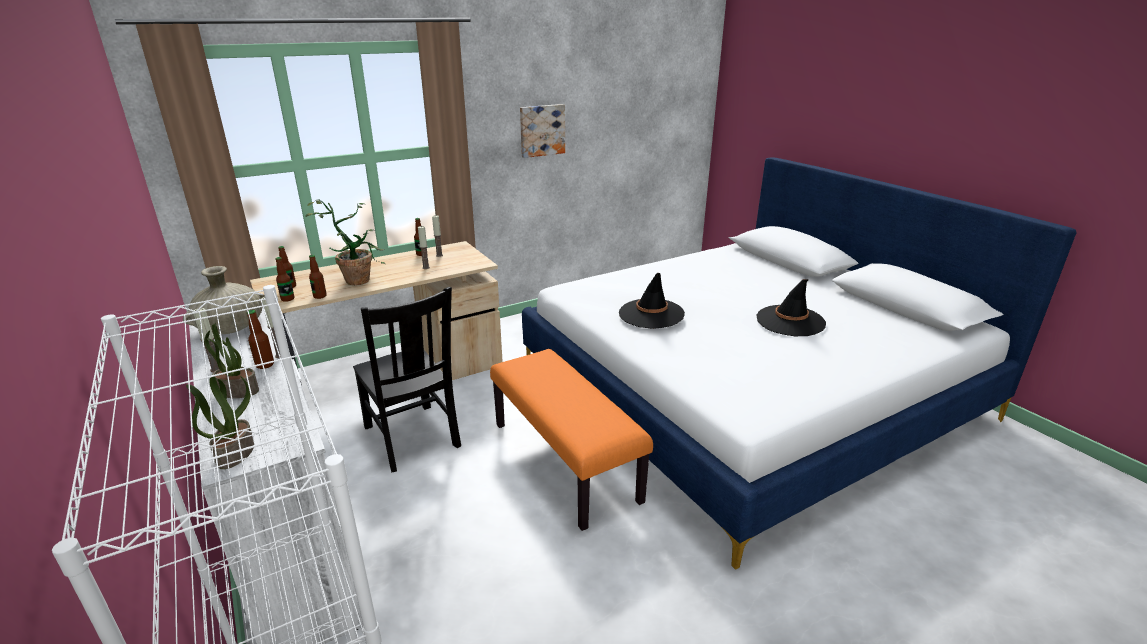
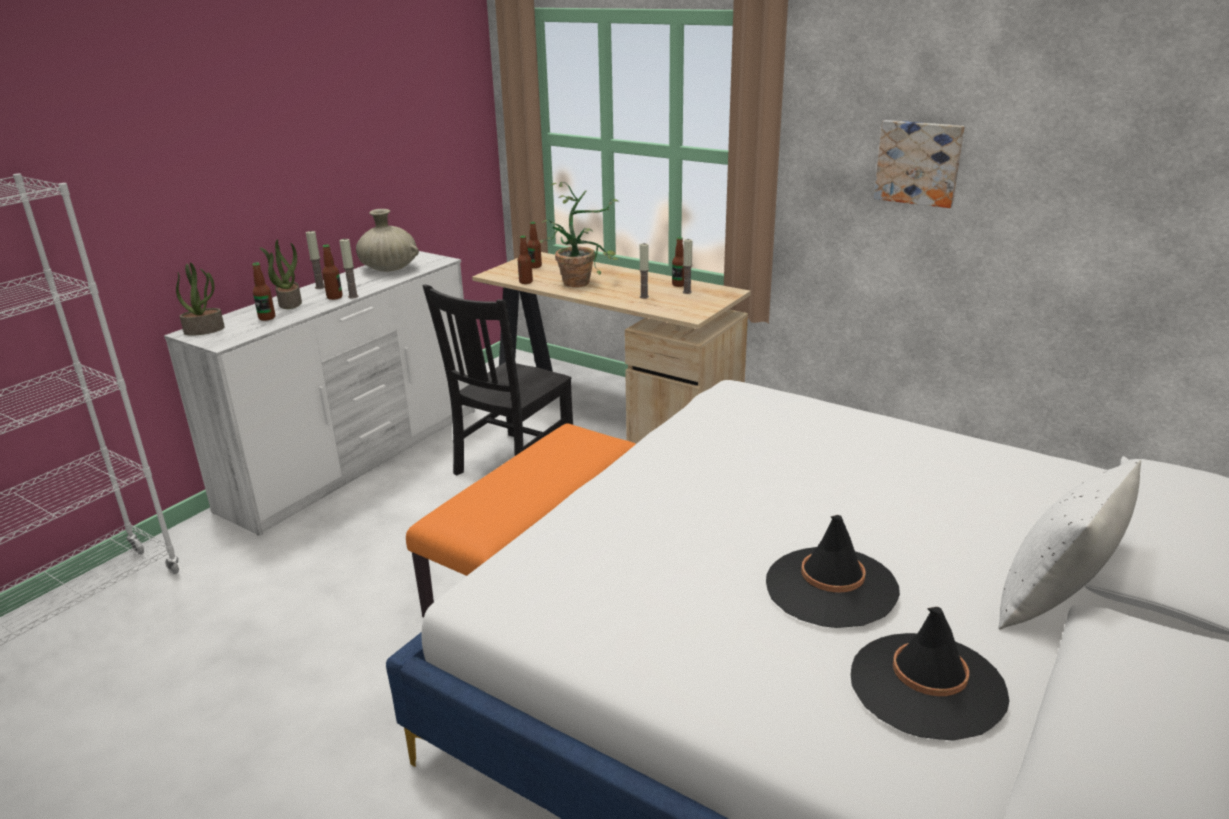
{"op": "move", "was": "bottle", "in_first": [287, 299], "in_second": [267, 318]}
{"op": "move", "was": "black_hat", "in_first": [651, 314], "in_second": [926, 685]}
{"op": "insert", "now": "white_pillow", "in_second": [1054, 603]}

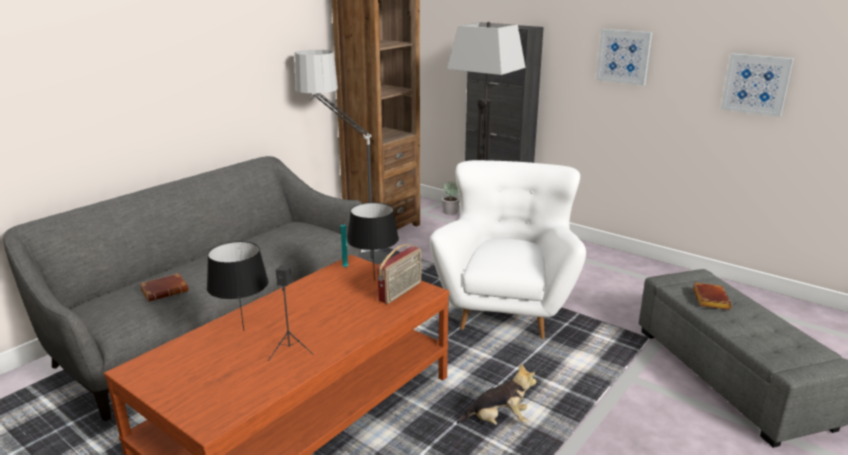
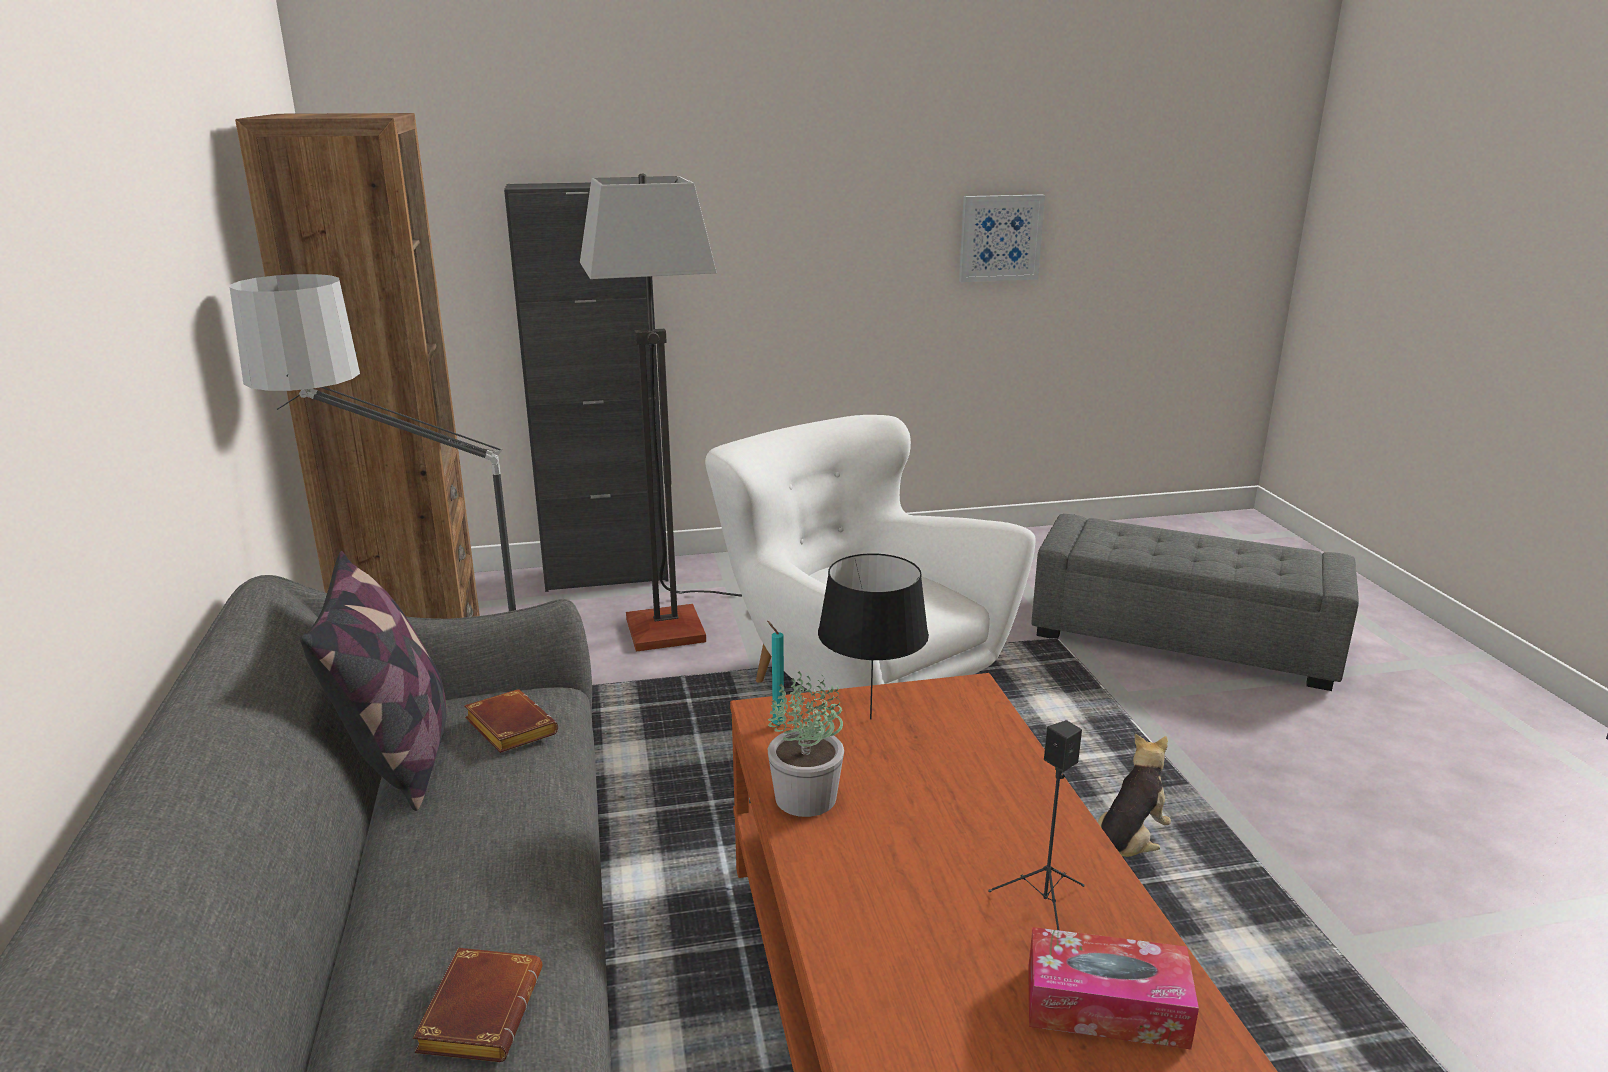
{"op": "delete", "was": "black_table_lamp", "in_first": [243, 331]}
{"op": "delete", "was": "radio", "in_first": [401, 292]}
{"op": "move", "was": "potted_plant", "in_first": [450, 212], "in_second": [807, 797]}
{"op": "delete", "was": "picture", "in_first": [624, 56]}
{"op": "move", "was": "brown_book", "in_first": [709, 299], "in_second": [507, 728]}
{"op": "insert", "now": "pillow", "in_second": [399, 754]}
{"op": "insert", "now": "tissue_box", "in_second": [1106, 1006]}

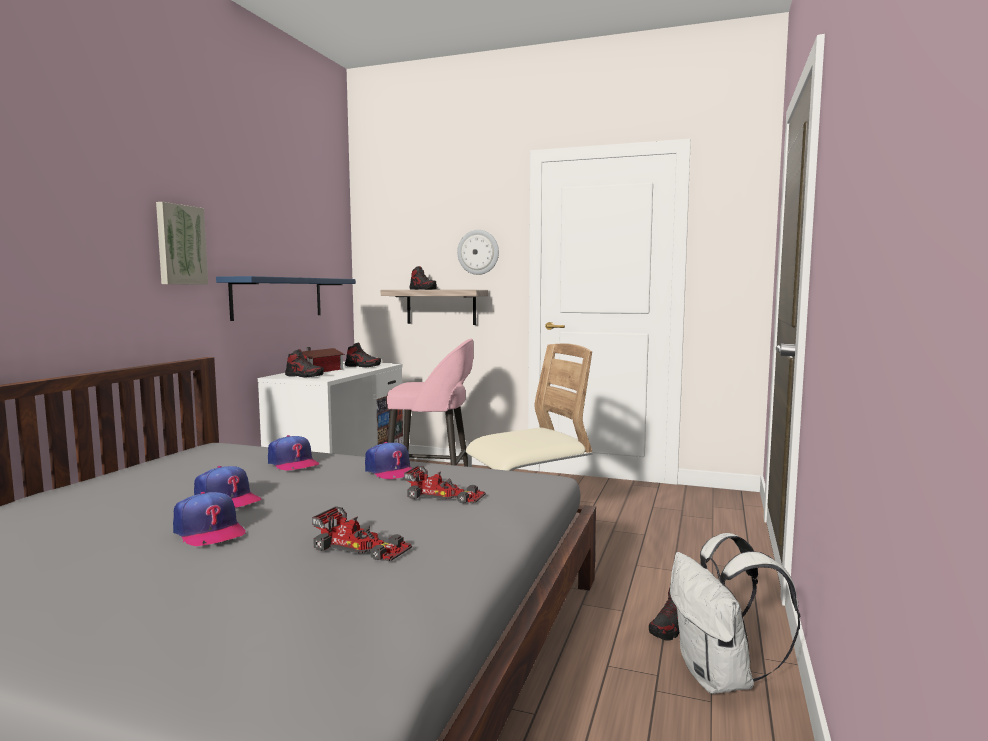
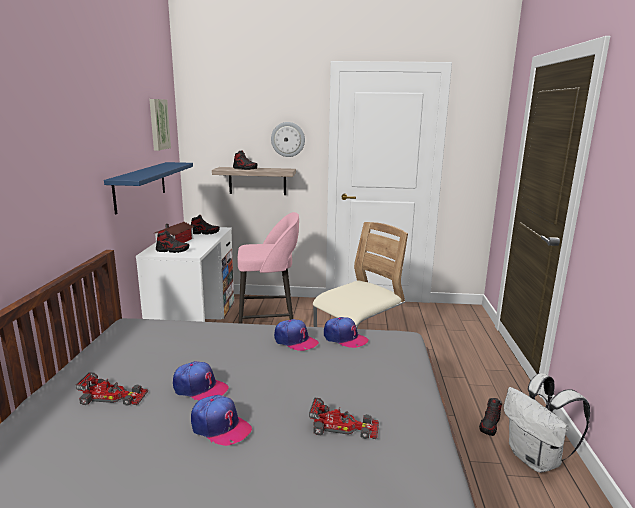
{"op": "move", "was": "picture", "in_first": [180, 245], "in_second": [158, 124]}
{"op": "move", "was": "cap", "in_first": [293, 463], "in_second": [344, 338]}
{"op": "move", "was": "toy_car", "in_first": [444, 495], "in_second": [113, 396]}

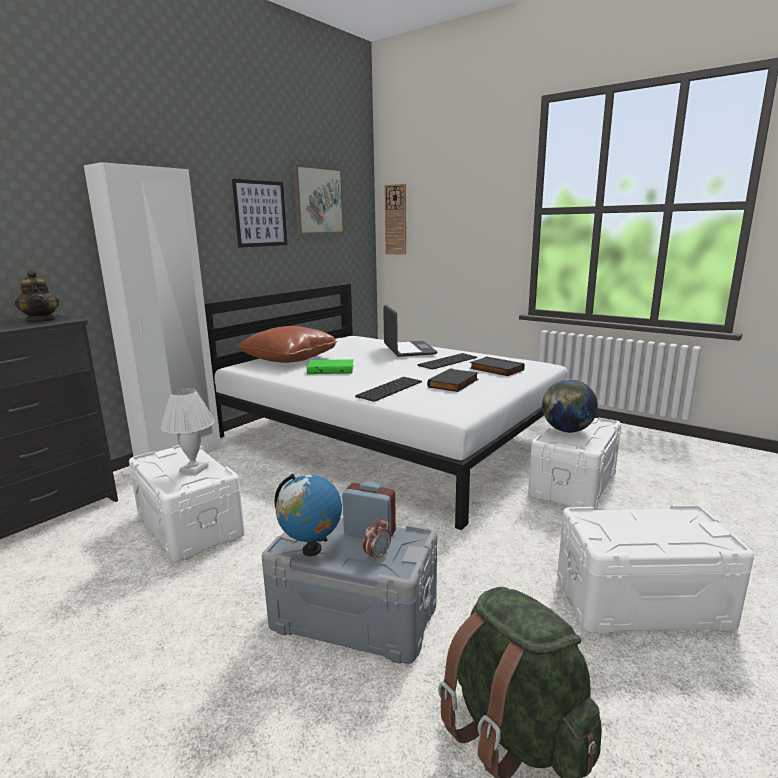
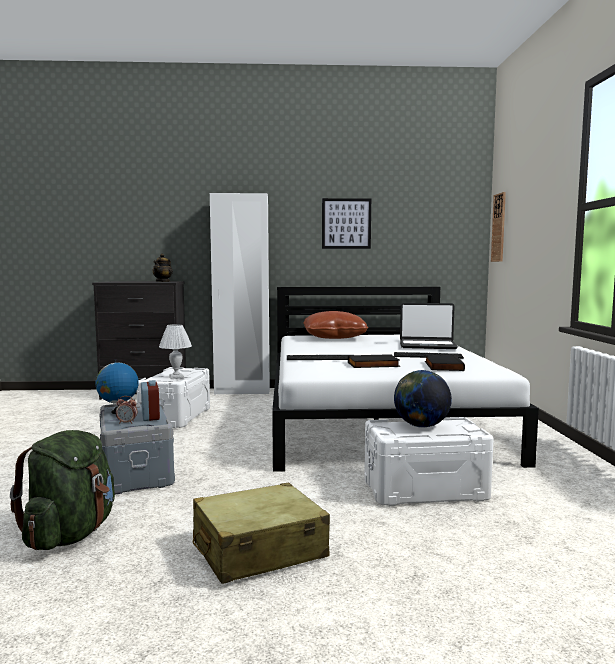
{"op": "delete", "was": "picture", "in_first": [318, 201]}
{"op": "delete", "was": "green_book", "in_first": [331, 369]}
{"op": "rotate", "was": "laptop", "in_first": [408, 350], "in_second": [427, 345], "clockwise": 60}
{"op": "replace", "was": "white_storage_box", "now": "beige_suitcase", "in_first": [642, 603], "in_second": [258, 550]}

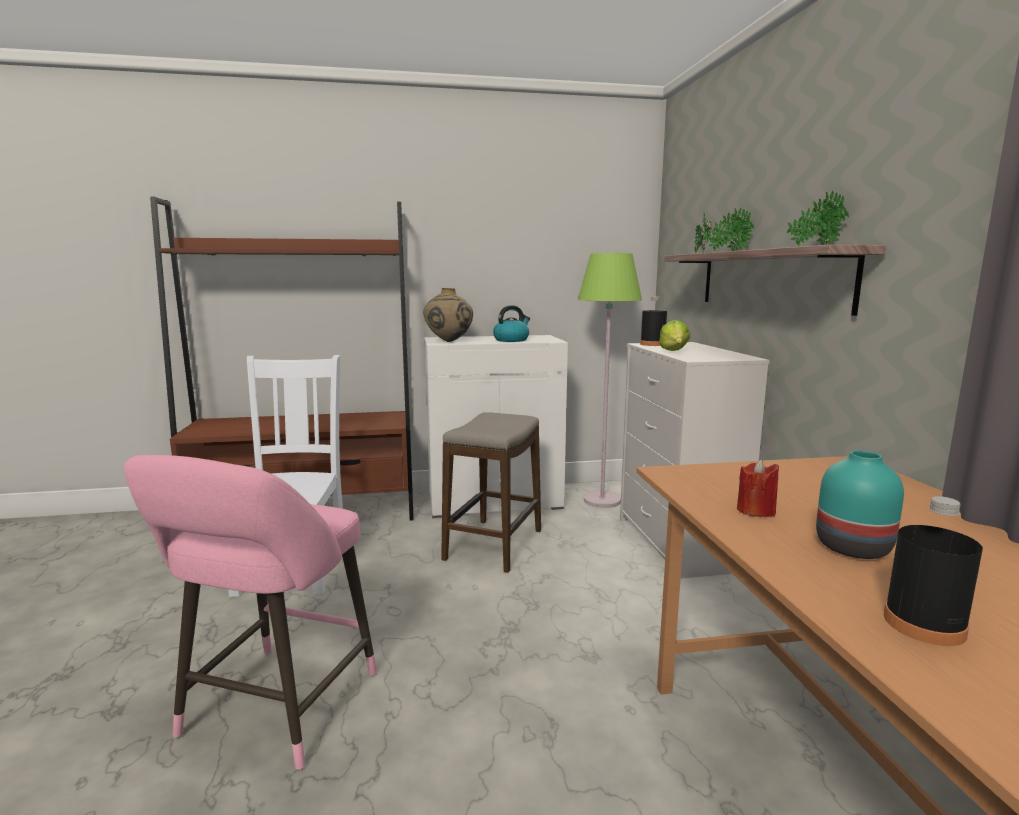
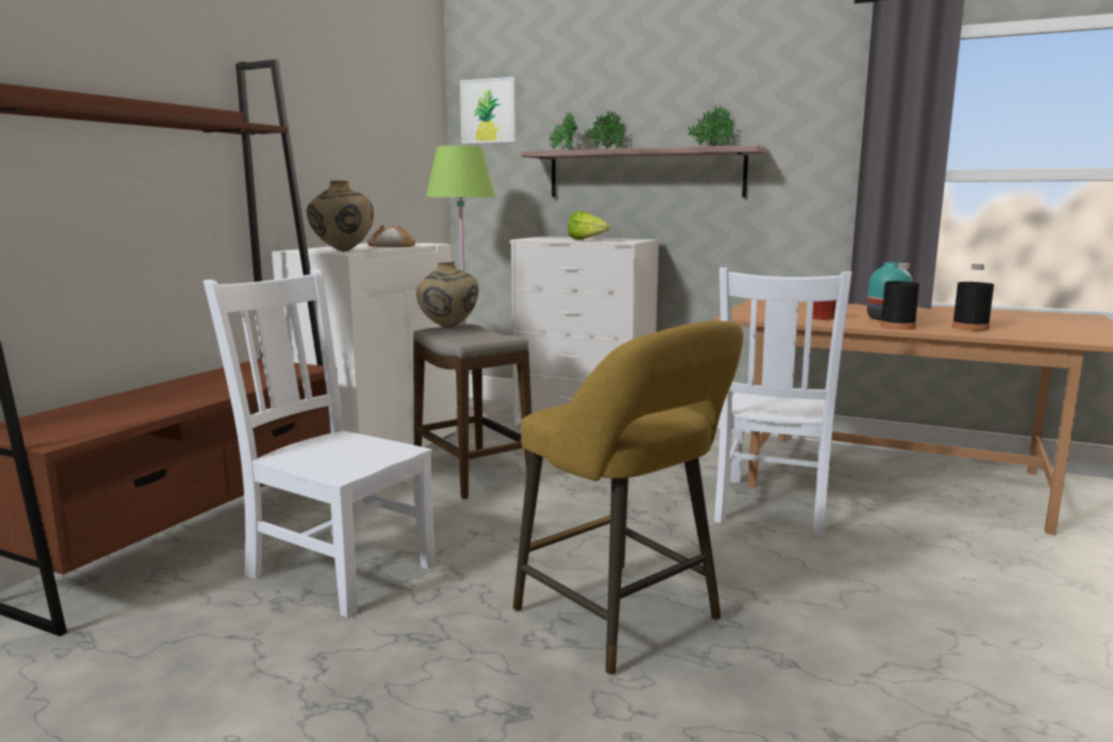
{"op": "recolor", "was": "pink_stool", "now": "yellow_stool", "in_first": [274, 711], "in_second": [624, 620]}
{"op": "replace", "was": "kettle", "now": "bread", "in_first": [511, 340], "in_second": [391, 246]}
{"op": "move", "was": "black_bottle", "in_first": [652, 344], "in_second": [897, 327]}
{"op": "insert", "now": "beige_vase", "in_second": [448, 328]}
{"op": "insert", "now": "picture", "in_second": [489, 111]}
{"op": "insert", "now": "white_chair", "in_second": [772, 507]}

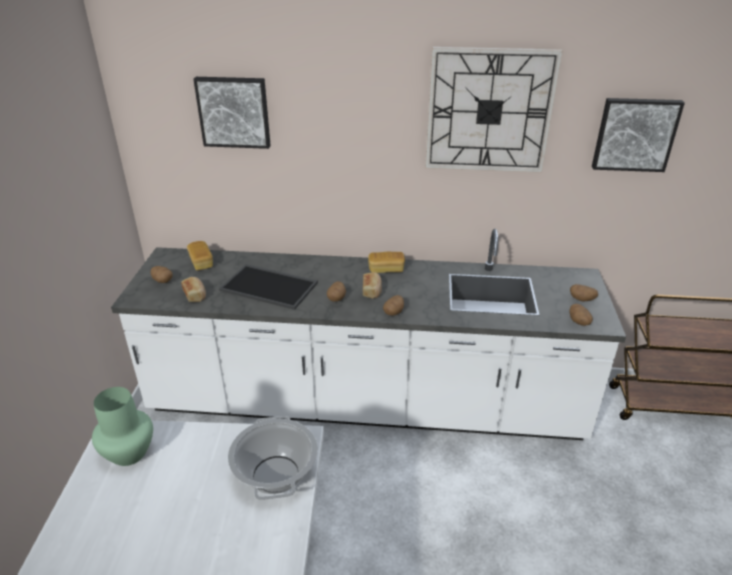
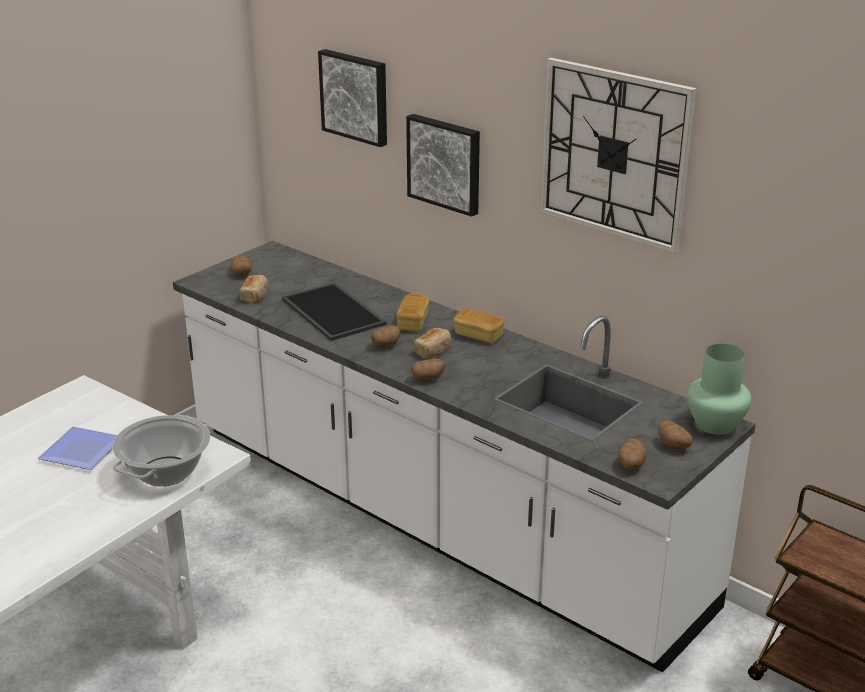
{"op": "move", "was": "green_vase", "in_first": [128, 454], "in_second": [714, 425]}
{"op": "move", "was": "bread", "in_first": [201, 262], "in_second": [413, 322]}
{"op": "move", "was": "picture", "in_first": [635, 134], "in_second": [445, 163]}
{"op": "insert", "now": "plate", "in_second": [82, 453]}

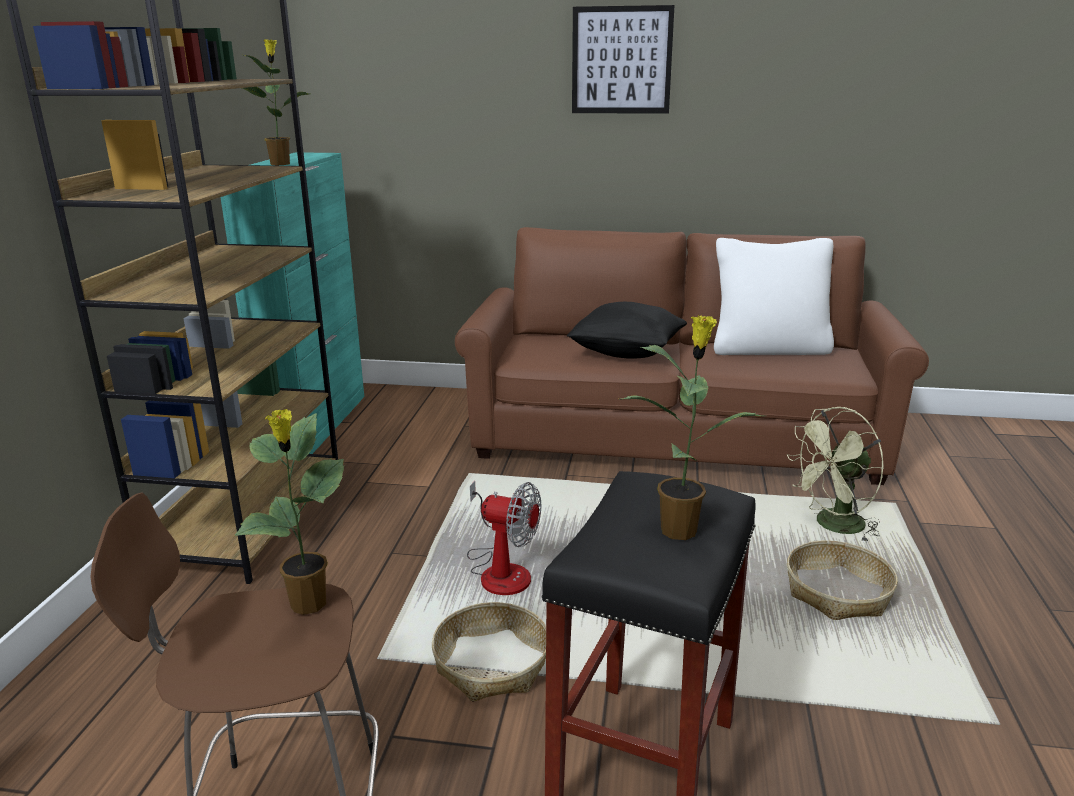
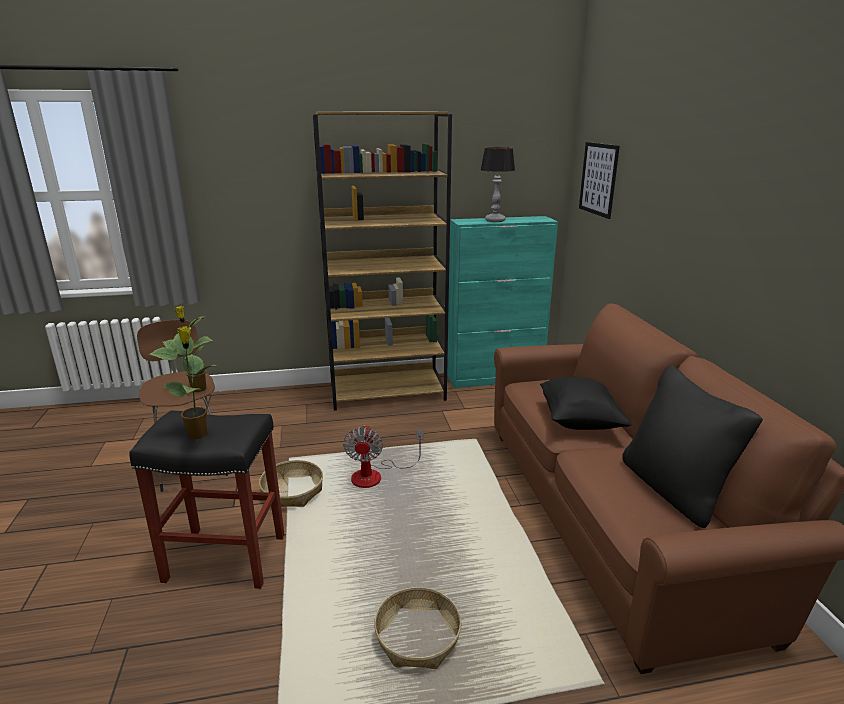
{"op": "replace", "was": "potted_plant", "now": "table_lamp", "in_first": [281, 164], "in_second": [494, 220]}
{"op": "move", "was": "picture", "in_first": [621, 60], "in_second": [598, 179]}
{"op": "recolor", "was": "white_pillow", "now": "black_pillow", "in_first": [768, 349], "in_second": [674, 489]}
{"op": "delete", "was": "green_fan", "in_first": [833, 526]}

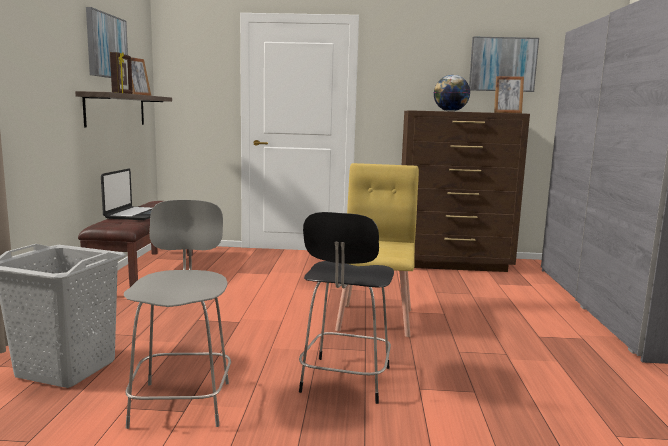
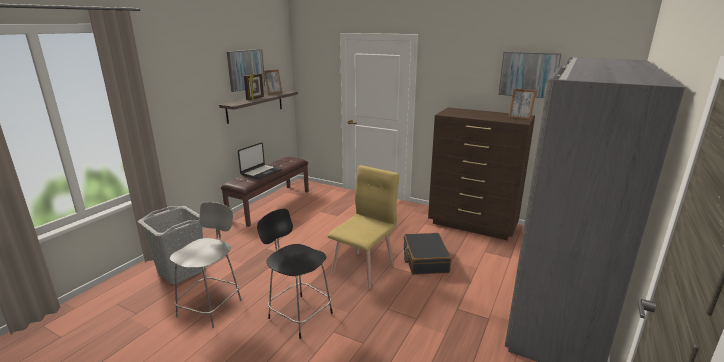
{"op": "rotate", "was": "black_chair", "in_first": [345, 381], "in_second": [299, 314], "clockwise": 90}
{"op": "delete", "was": "globe", "in_first": [450, 111]}
{"op": "insert", "now": "black_suitcase", "in_second": [425, 260]}

